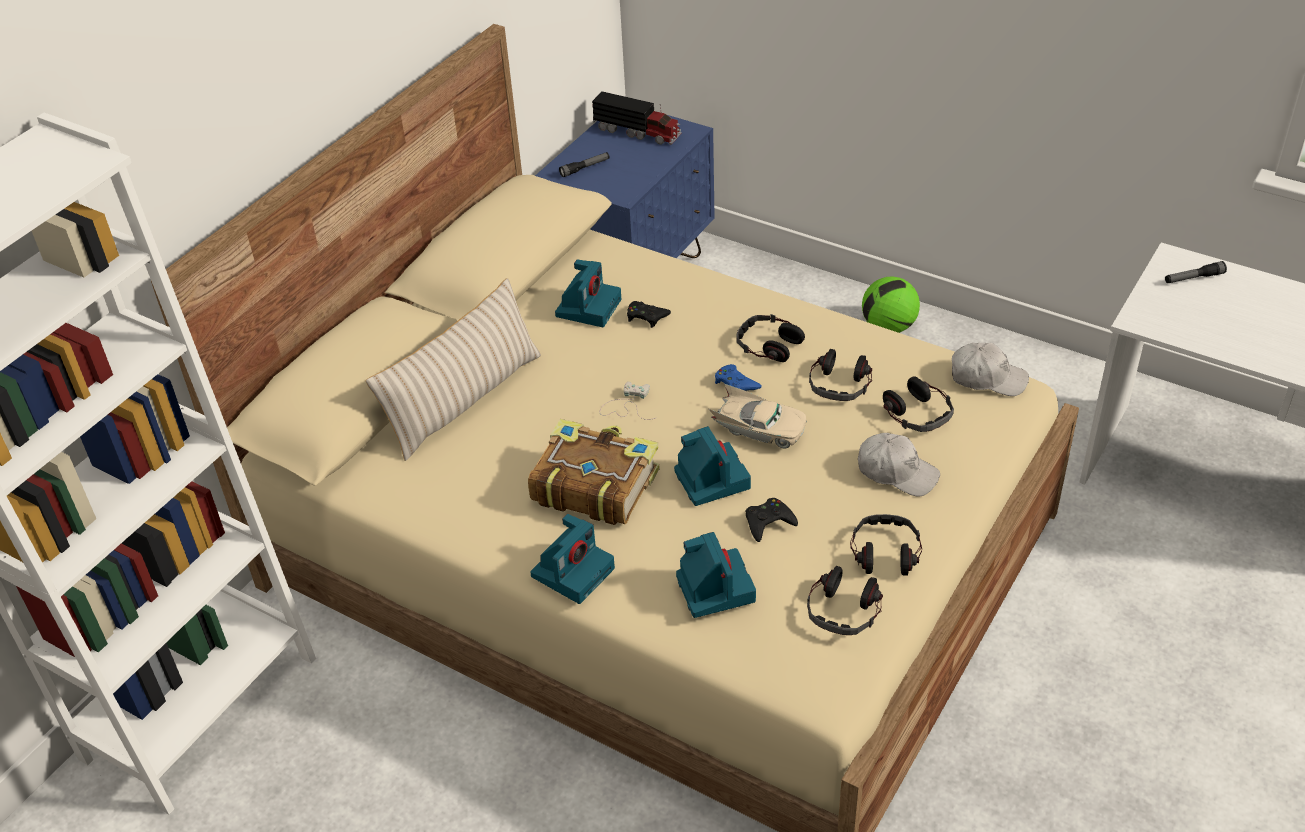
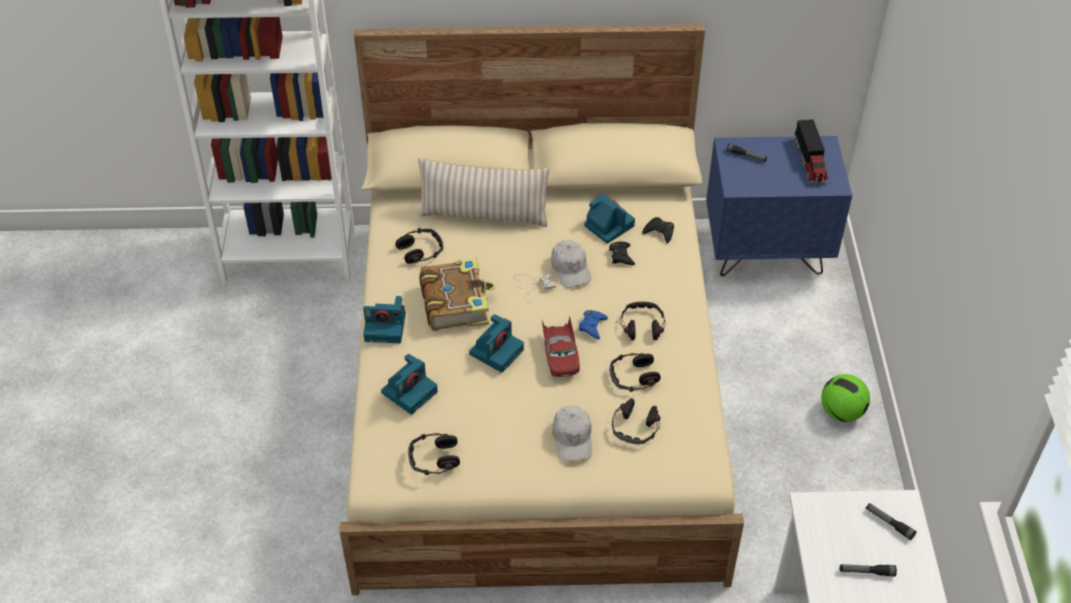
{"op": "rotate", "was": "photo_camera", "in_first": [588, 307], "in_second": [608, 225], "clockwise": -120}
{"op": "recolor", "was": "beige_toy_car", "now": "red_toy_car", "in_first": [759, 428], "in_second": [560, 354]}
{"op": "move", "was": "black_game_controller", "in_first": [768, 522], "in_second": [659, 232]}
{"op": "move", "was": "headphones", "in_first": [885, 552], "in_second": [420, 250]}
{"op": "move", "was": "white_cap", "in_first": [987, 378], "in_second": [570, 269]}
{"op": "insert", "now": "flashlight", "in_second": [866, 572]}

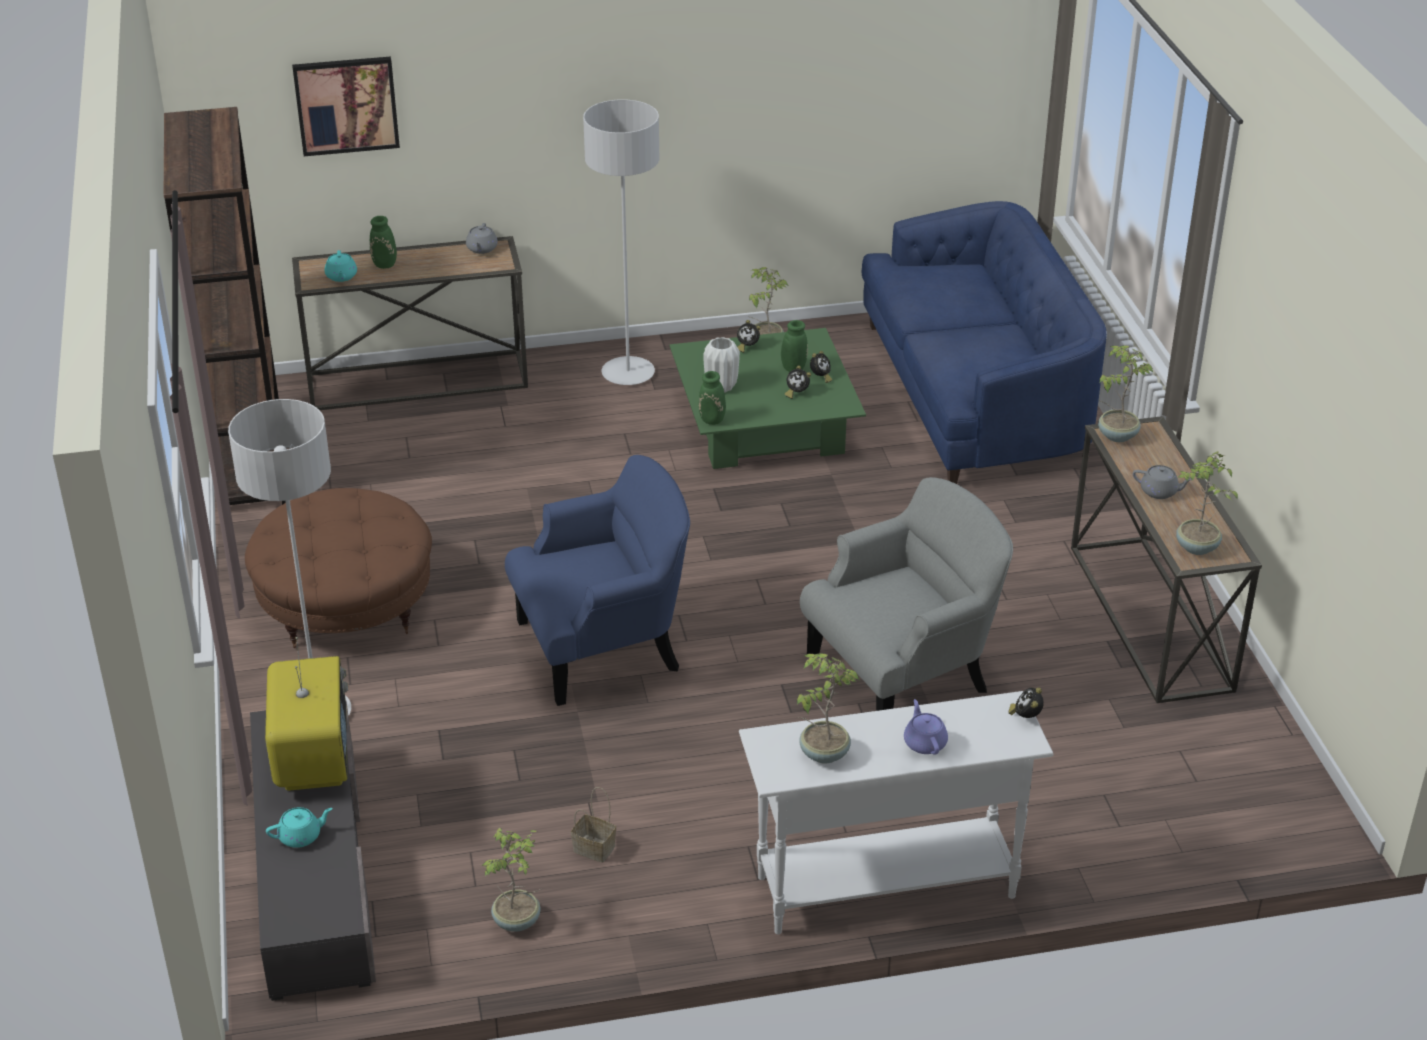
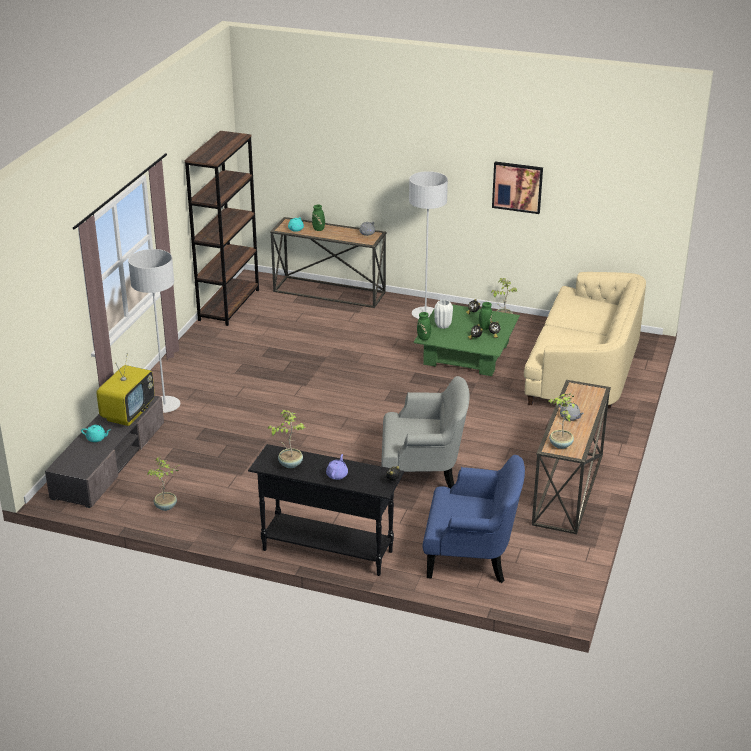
{"op": "delete", "was": "brown_ottoman", "in_first": [346, 605]}
{"op": "move", "was": "picture", "in_first": [346, 105], "in_second": [517, 187]}
{"op": "move", "was": "blue_armchair", "in_first": [603, 646], "in_second": [471, 556]}
{"op": "delete", "was": "basket", "in_first": [592, 848]}
{"op": "recolor", "was": "white_console_table", "now": "black_console_table", "in_first": [884, 886], "in_second": [327, 550]}
{"op": "recolor", "was": "blue_sofa", "now": "beige_sofa", "in_first": [974, 395], "in_second": [583, 370]}
{"op": "delete", "was": "potted_plant", "in_first": [1116, 435]}

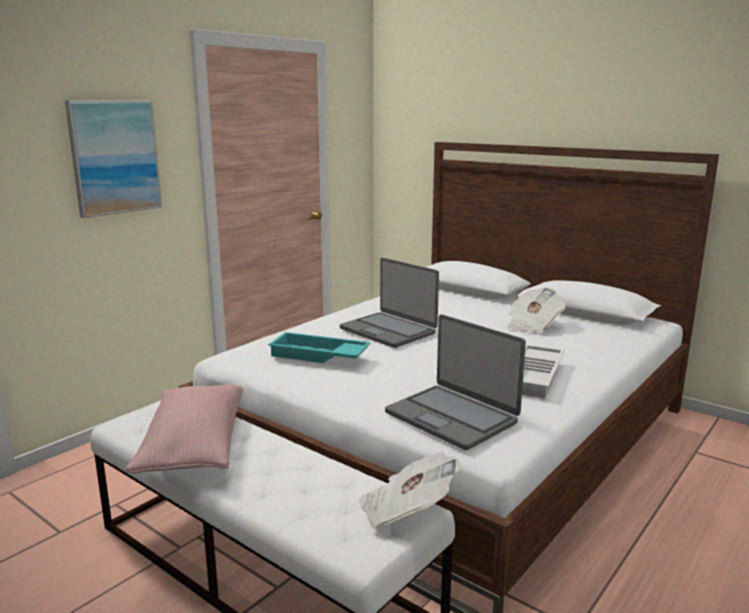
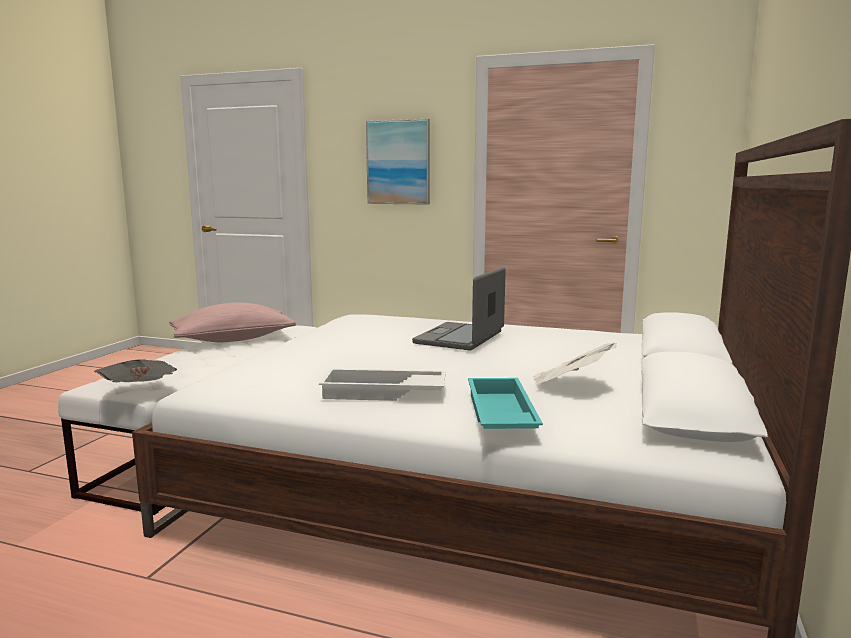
{"op": "move", "was": "turquoise_tray", "in_first": [318, 355], "in_second": [498, 415]}
{"op": "delete", "was": "laptop", "in_first": [452, 417]}

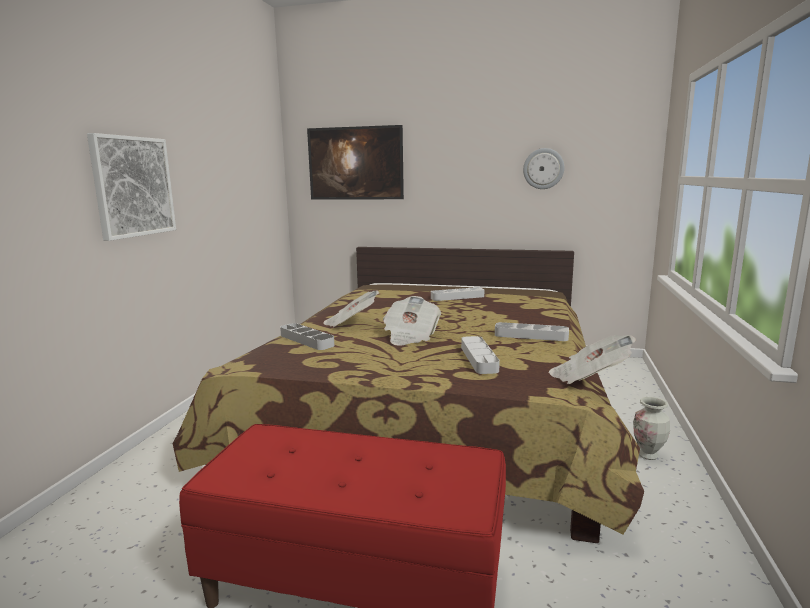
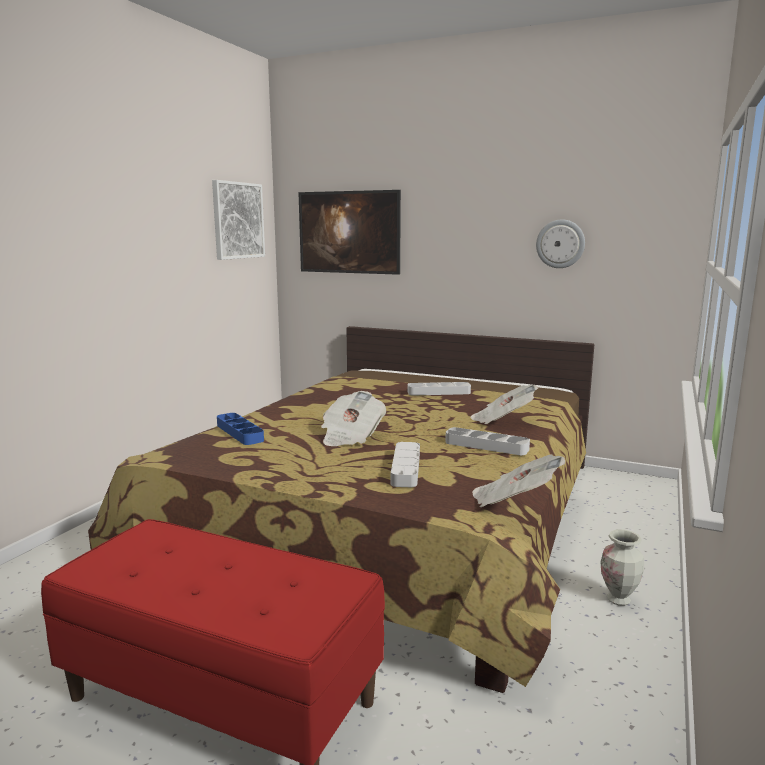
{"op": "move", "was": "picture", "in_first": [133, 186], "in_second": [238, 220]}
{"op": "recolor", "was": "grey_tray", "now": "blue_tray", "in_first": [306, 340], "in_second": [239, 432]}
{"op": "move", "was": "newspaper", "in_first": [351, 323], "in_second": [502, 420]}

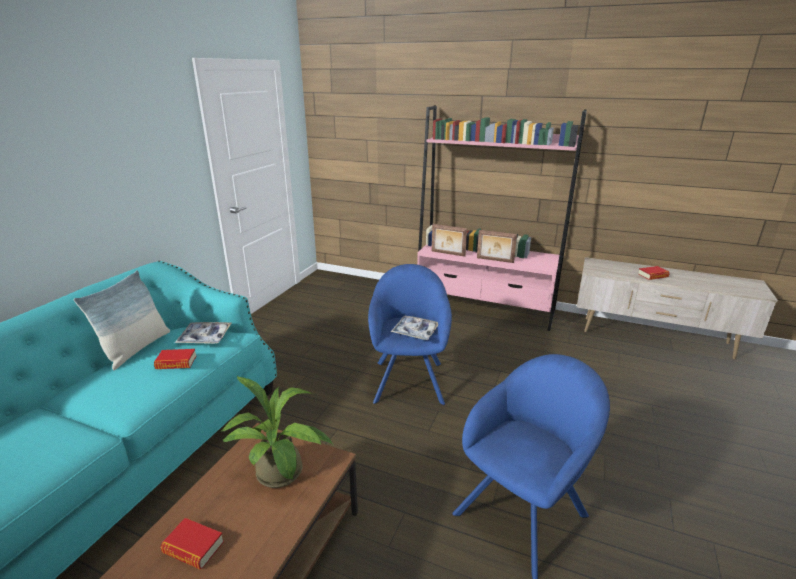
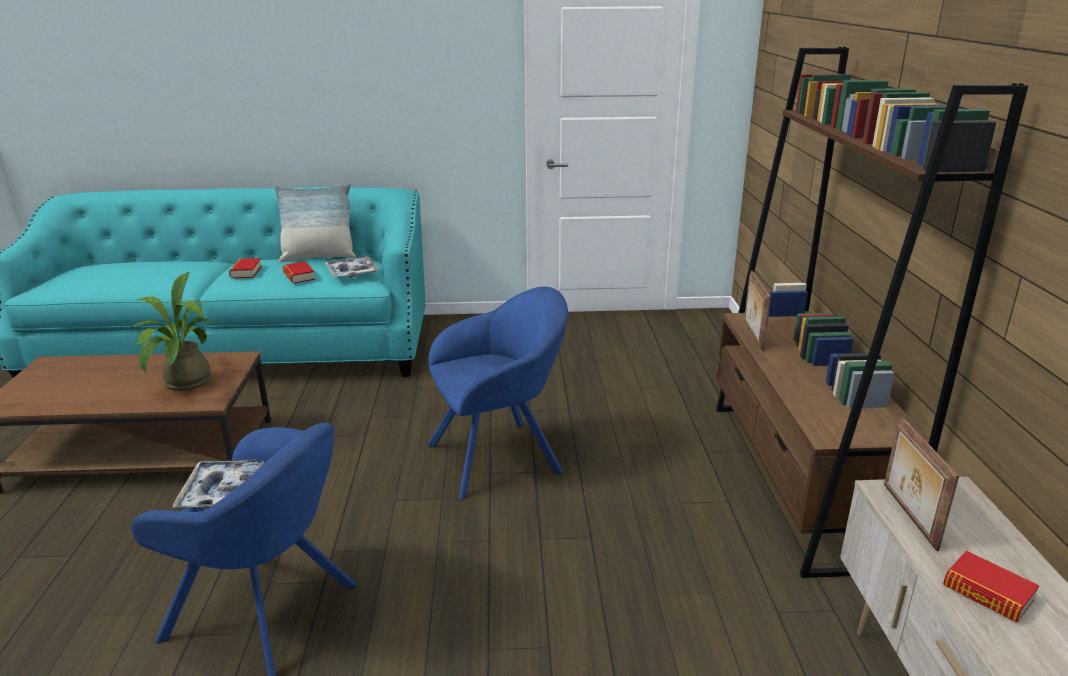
{"op": "move", "was": "book", "in_first": [193, 547], "in_second": [246, 272]}
{"op": "move", "was": "tray", "in_first": [415, 332], "in_second": [223, 491]}
{"op": "recolor", "was": "pink_bookcase", "now": "brown_bookcase", "in_first": [484, 308], "in_second": [796, 479]}
{"op": "move", "was": "picture_frame", "in_first": [495, 260], "in_second": [907, 516]}

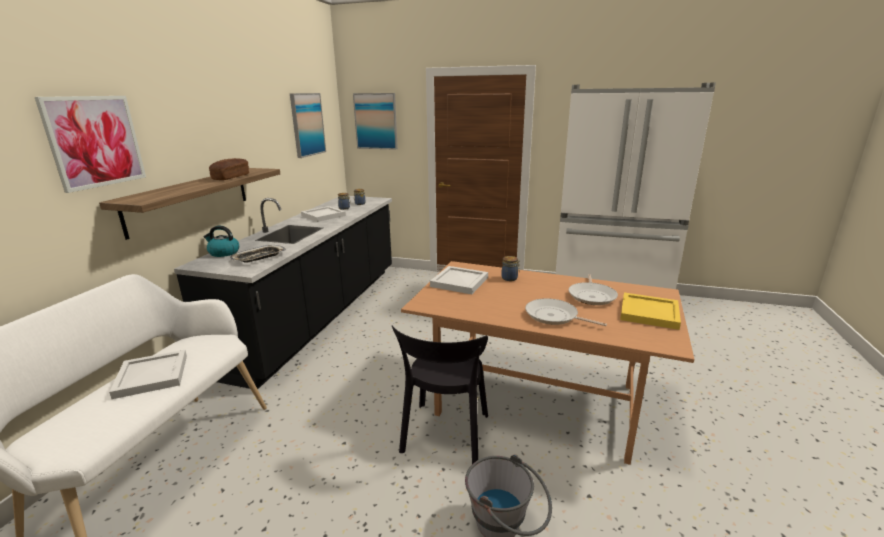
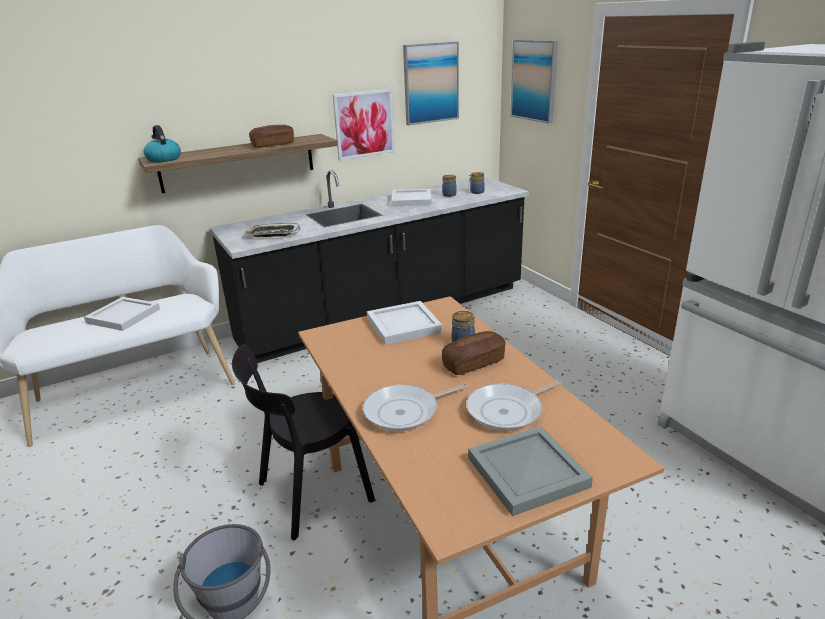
{"op": "move", "was": "picture", "in_first": [95, 141], "in_second": [364, 124]}
{"op": "move", "was": "kettle", "in_first": [223, 253], "in_second": [163, 159]}
{"op": "rotate", "was": "frying_pan", "in_first": [554, 316], "in_second": [405, 412], "clockwise": -105}
{"op": "recolor", "was": "yellow_tray", "now": "grey_tray", "in_first": [648, 312], "in_second": [528, 471]}
{"op": "insert", "now": "bread", "in_second": [473, 363]}

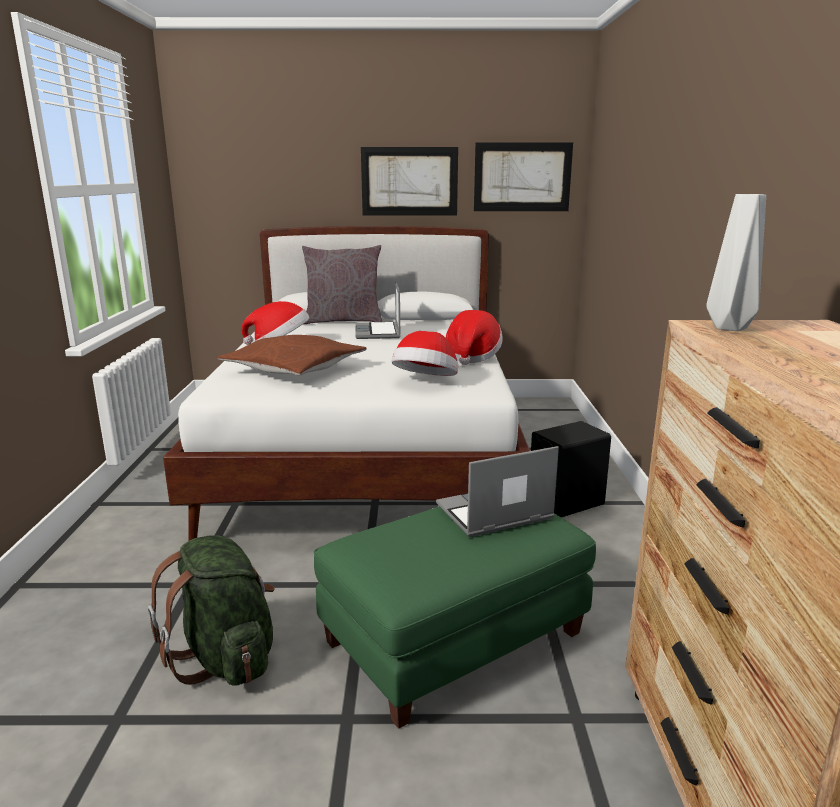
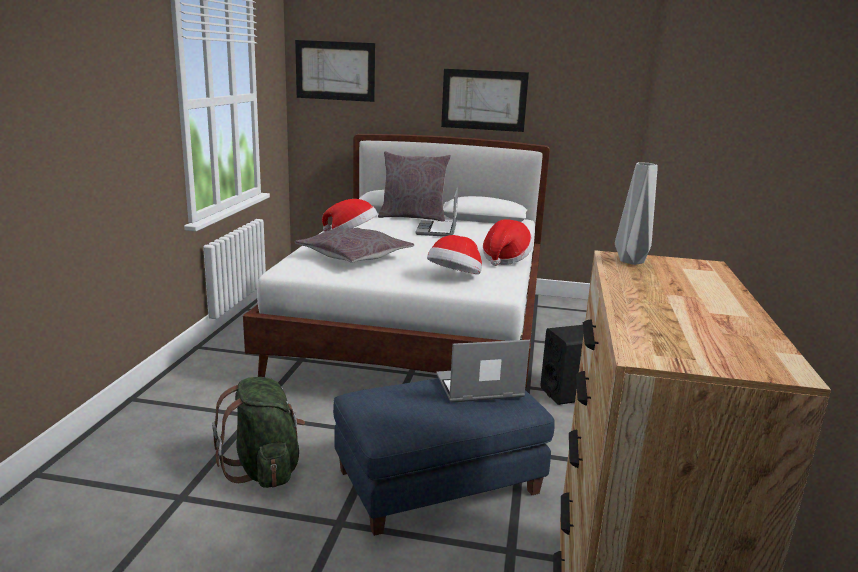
{"op": "recolor", "was": "brown_pillow", "now": "grey_pillow", "in_first": [295, 369], "in_second": [354, 256]}
{"op": "recolor", "was": "green_ottoman", "now": "blue_ottoman", "in_first": [453, 638], "in_second": [437, 482]}
{"op": "move", "was": "picture", "in_first": [522, 177], "in_second": [335, 71]}

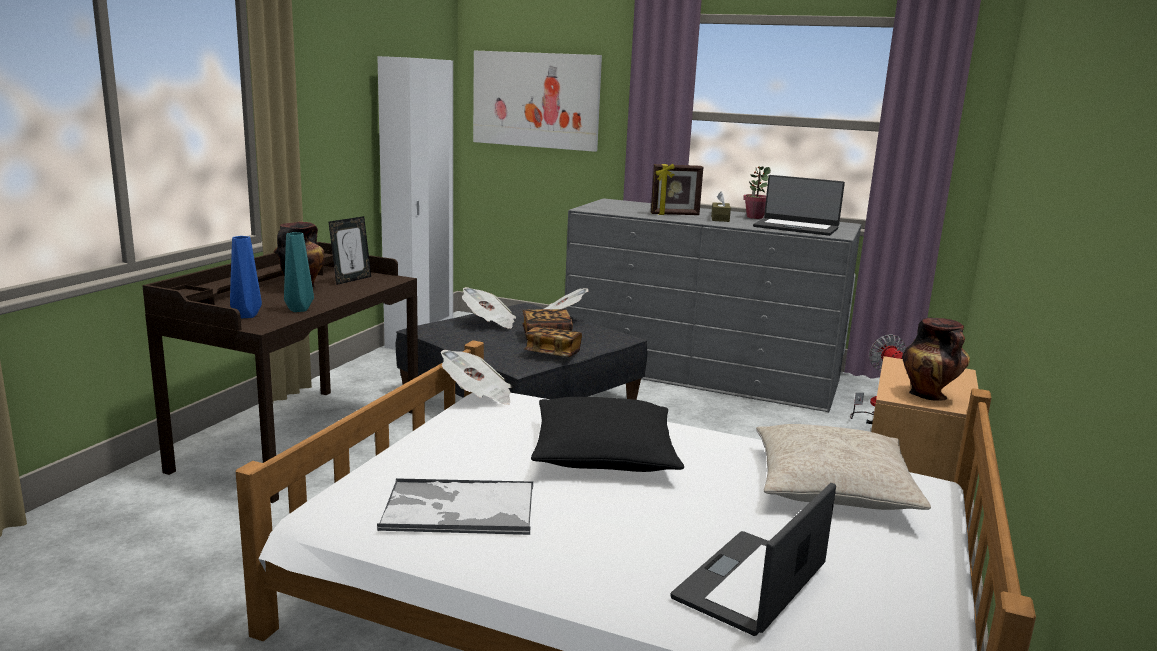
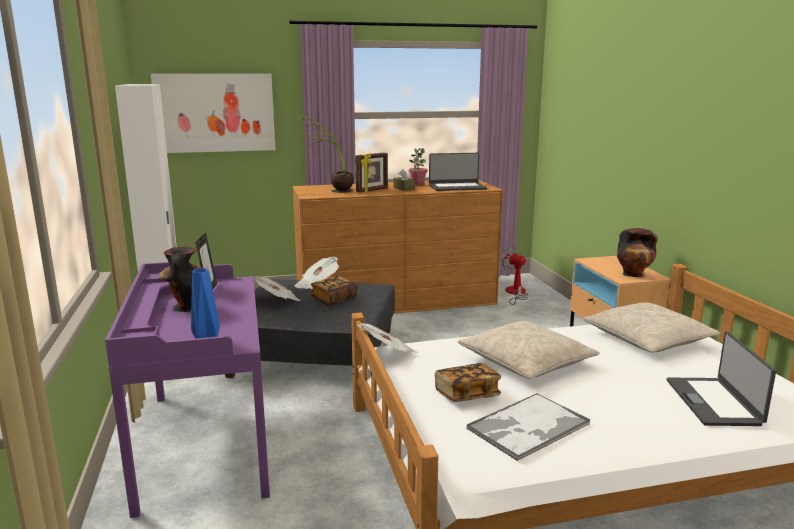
{"op": "recolor", "was": "brown_desk", "now": "purple_desk", "in_first": [301, 439], "in_second": [204, 441]}
{"op": "delete", "was": "turquoise_vase", "in_first": [298, 309]}
{"op": "move", "was": "book", "in_first": [552, 354], "in_second": [467, 395]}
{"op": "recolor", "was": "black_pillow", "now": "beige_pillow", "in_first": [604, 452], "in_second": [525, 362]}
{"op": "recolor", "was": "grey_dresser", "now": "brown_dresser", "in_first": [700, 372], "in_second": [396, 300]}
{"op": "insert", "now": "potted_plant", "in_second": [329, 190]}

